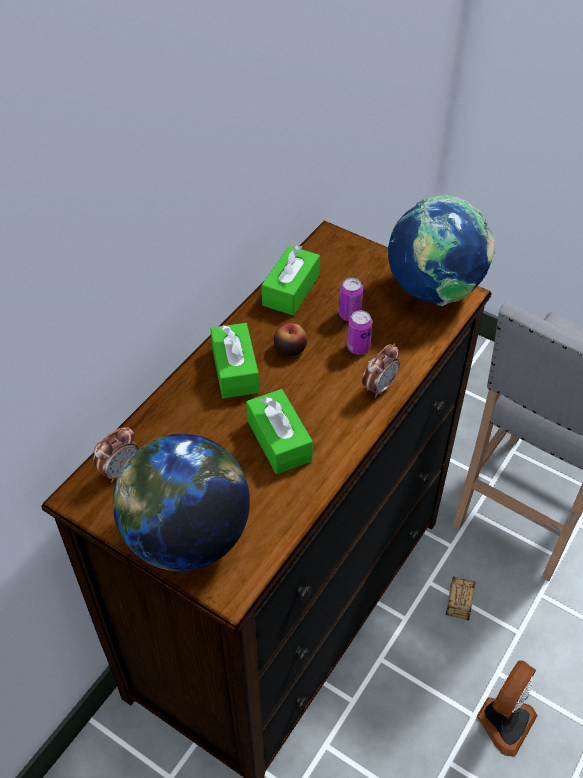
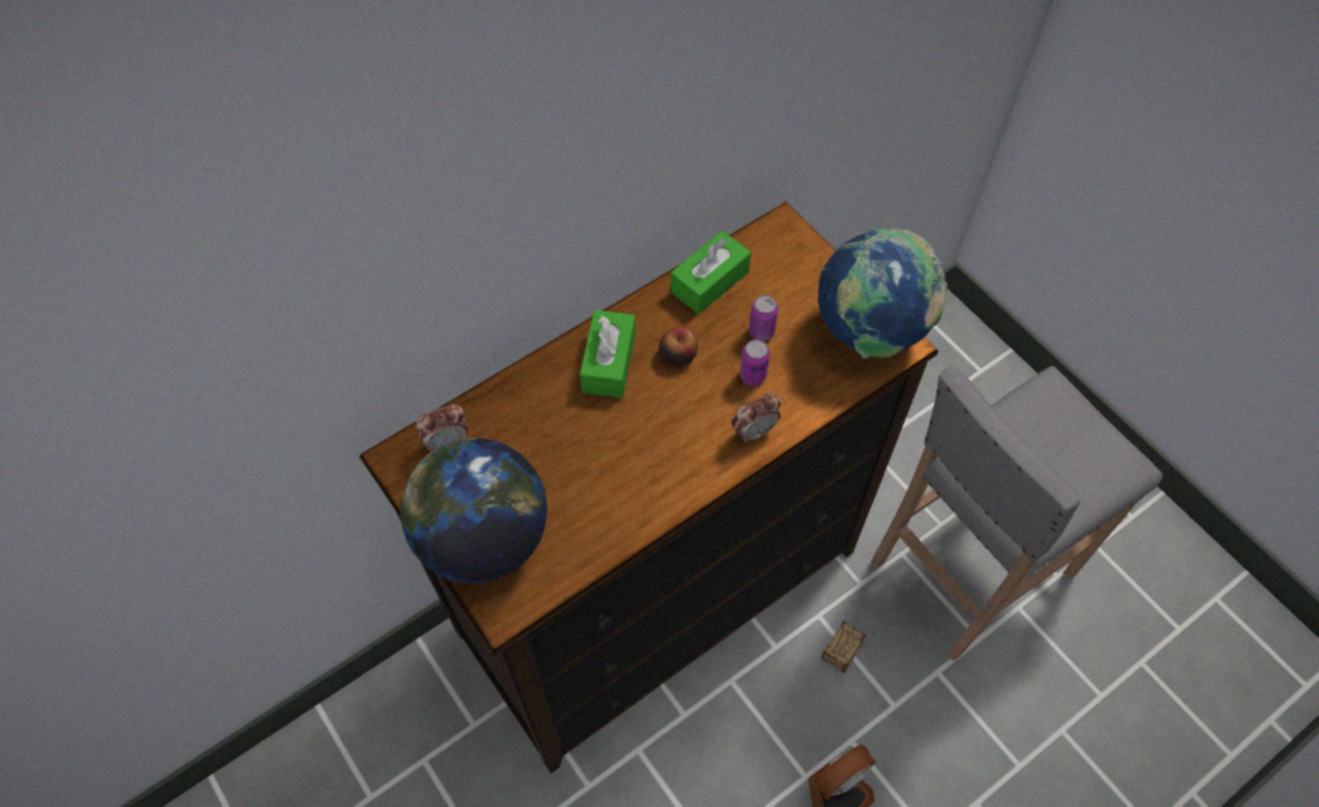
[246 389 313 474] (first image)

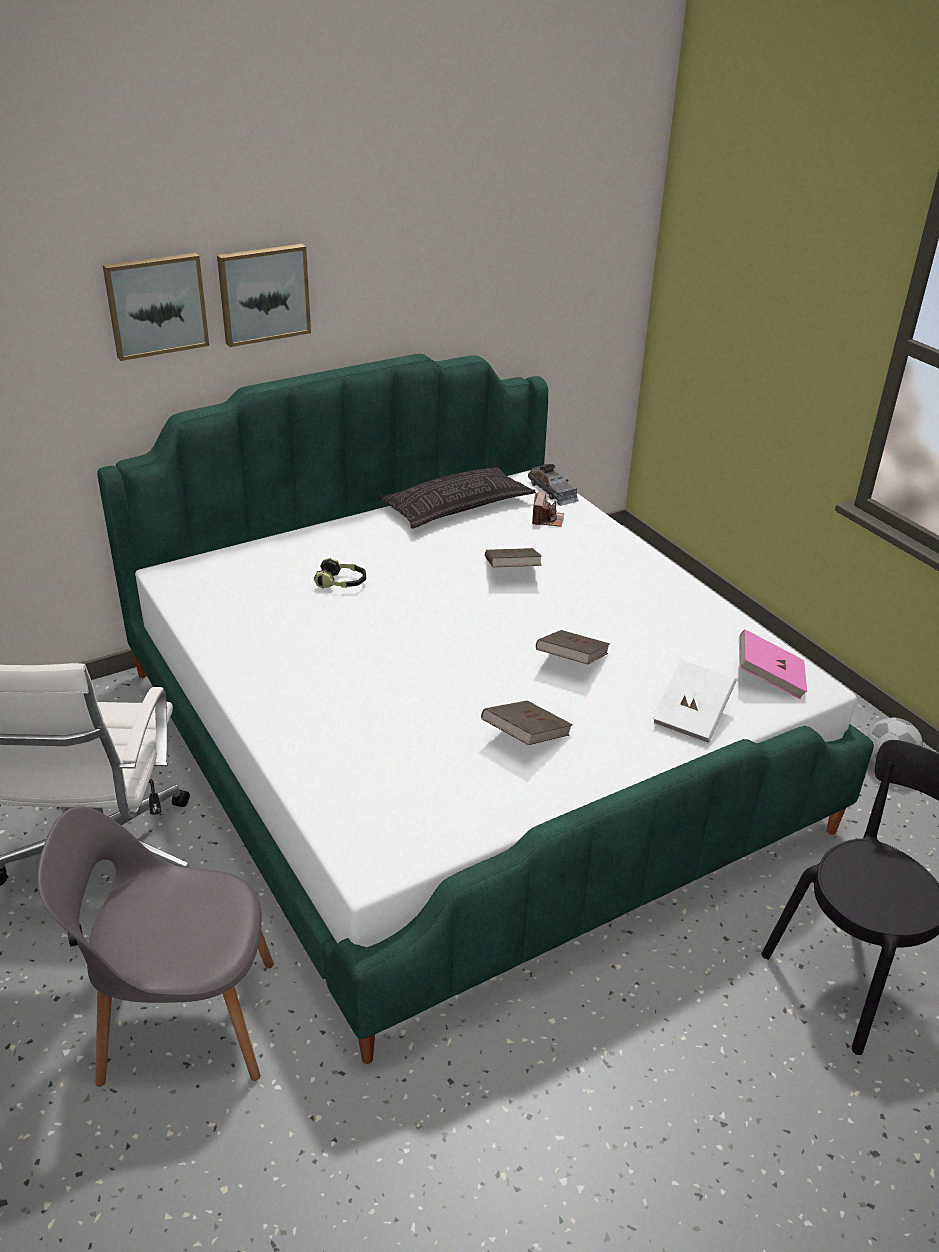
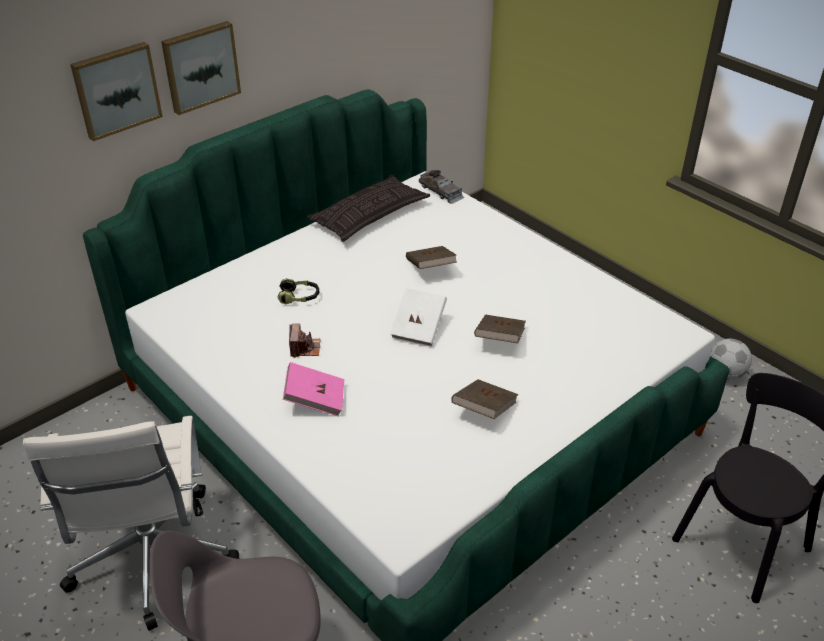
[283 362 344 417]
[289 323 320 358]
[391 288 447 346]

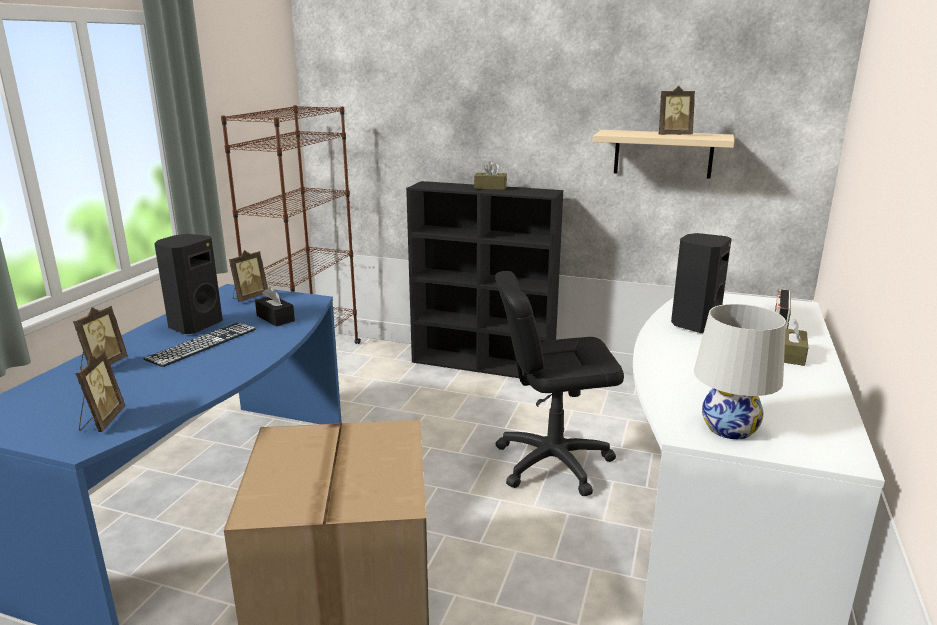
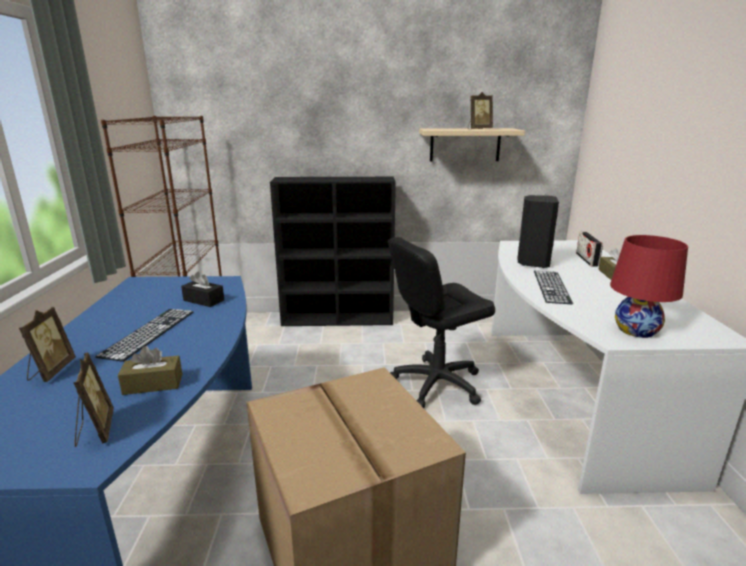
[118 346 182 395]
[534 271 573 304]
[610 235 688 338]
[154 234 223 334] (first image)
[229 250 268 302] (first image)

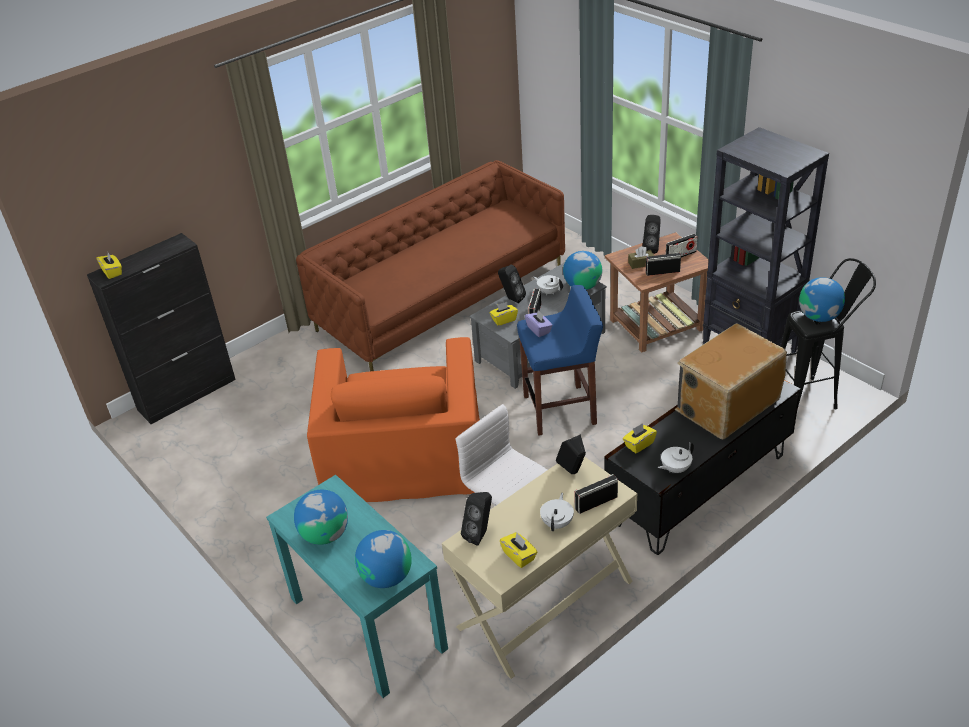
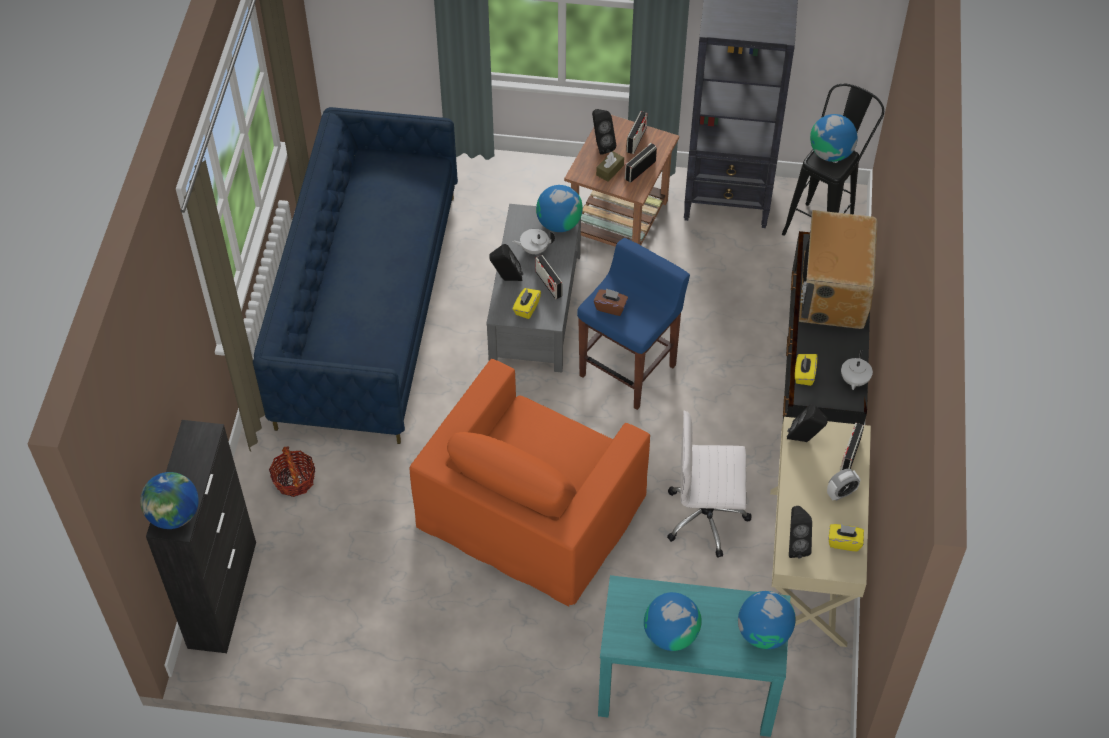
[140 472 199 529]
[253 107 458 444]
[269 446 315 497]
[410 359 650 607]
[594 288 628 316]
[827 469 860 501]

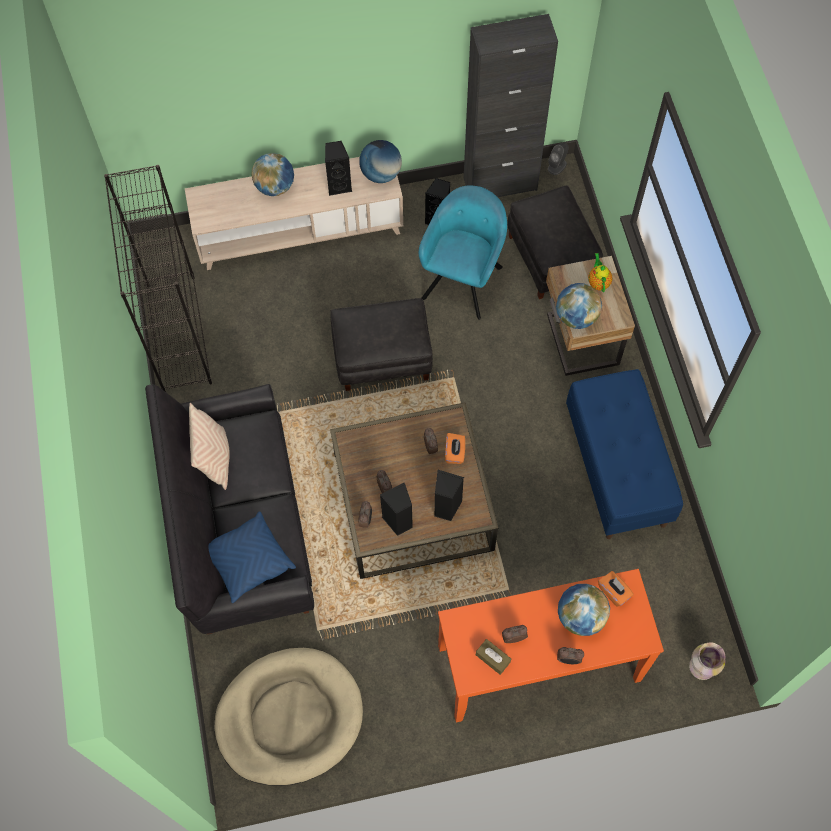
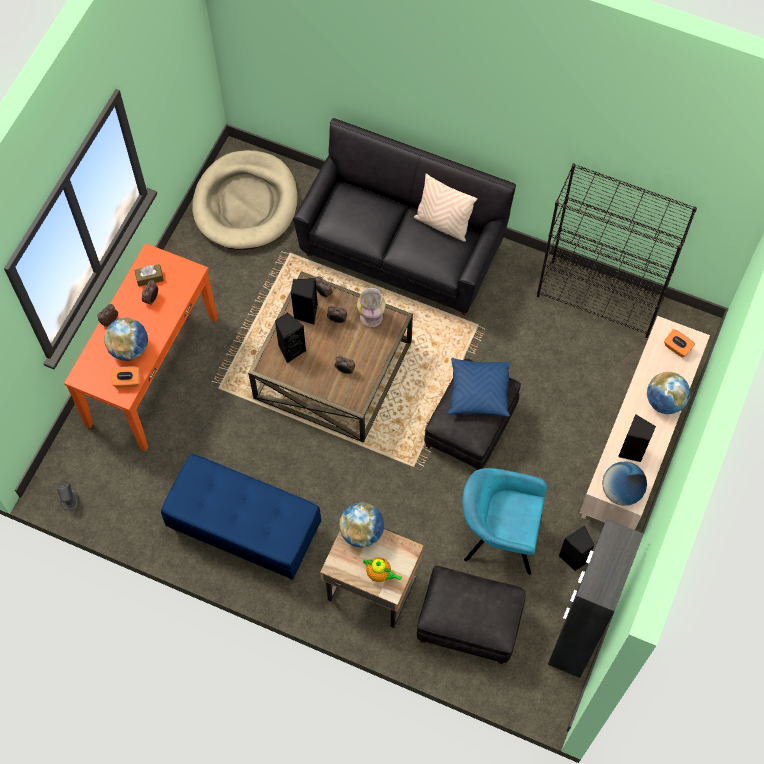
[56 483 78 511]
[357 288 386 327]
[447 358 511 417]
[463 468 547 575]
[664 329 695 358]

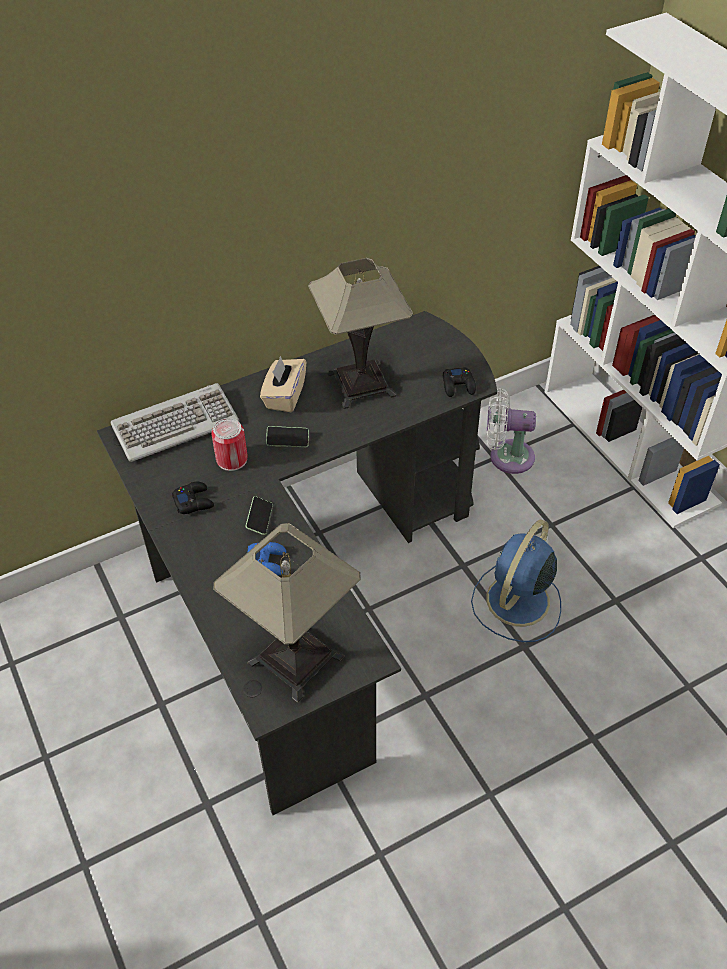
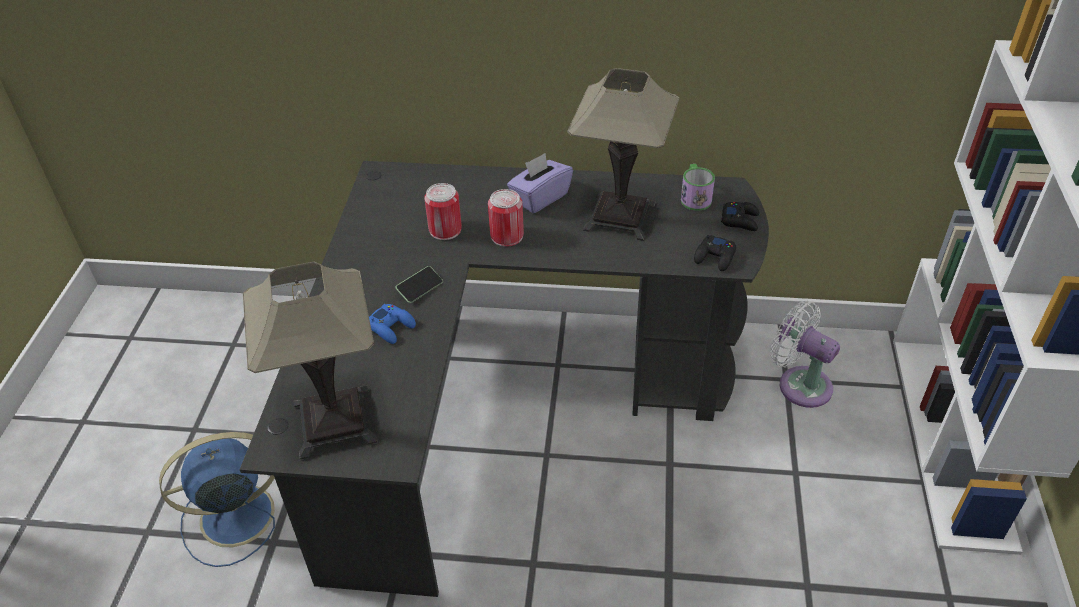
[159 432 275 567]
[488 189 524 246]
[507 153 573 213]
[681 164 715 211]
[721 202 759 231]
[111 383 239 462] (first image)

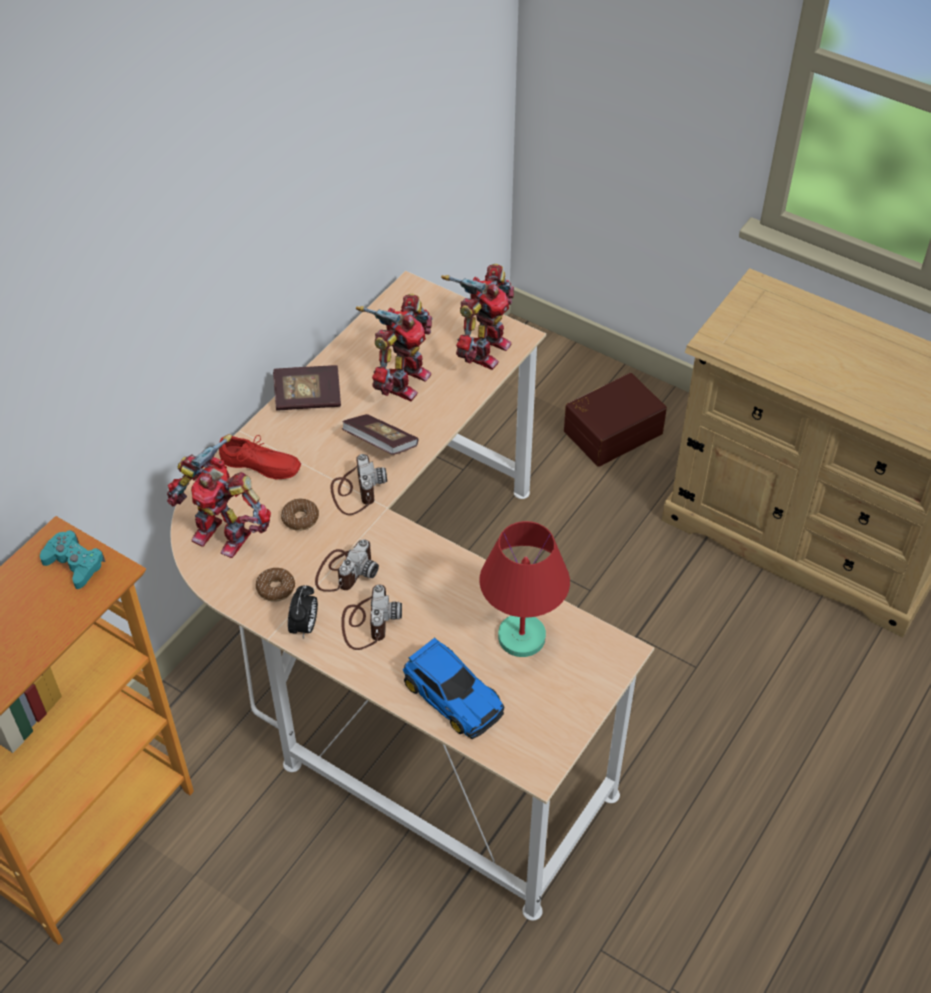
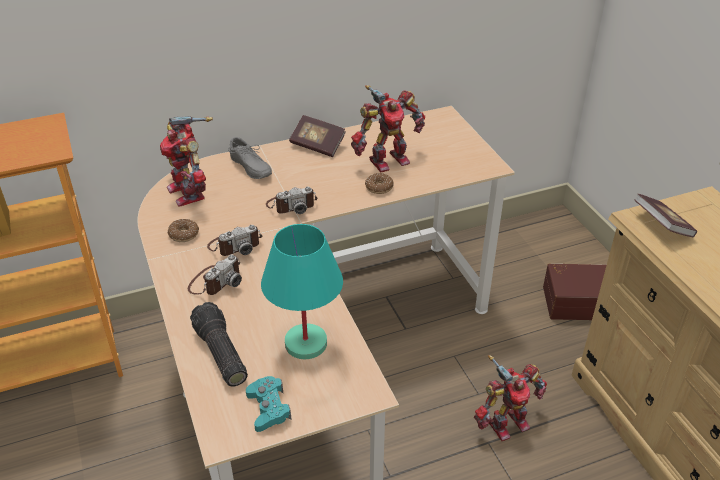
[190 302 248 387]
[228 137 272 179]
[246 376 291 432]
[261 224 343 359]
[266 187 318 214]
[365 173 394 194]
[474 355 547 441]
[634 194 697 237]
[288 585 318 639] (first image)

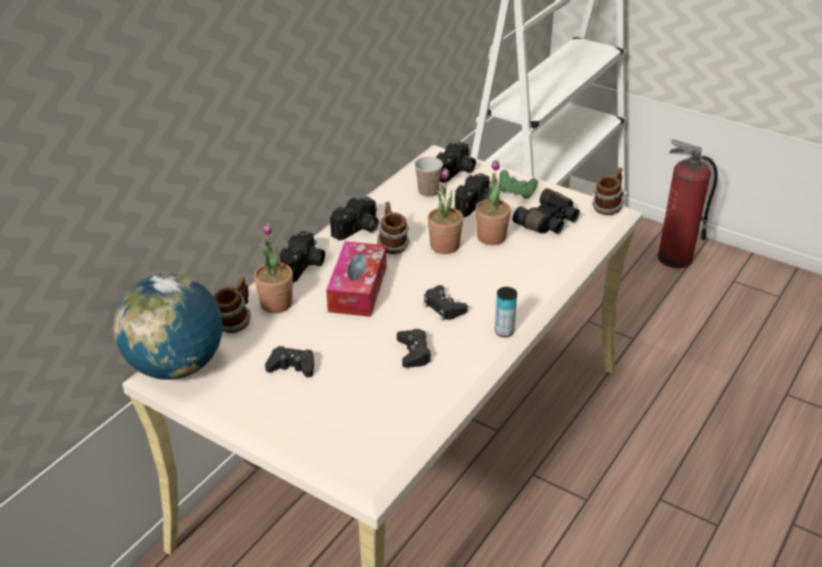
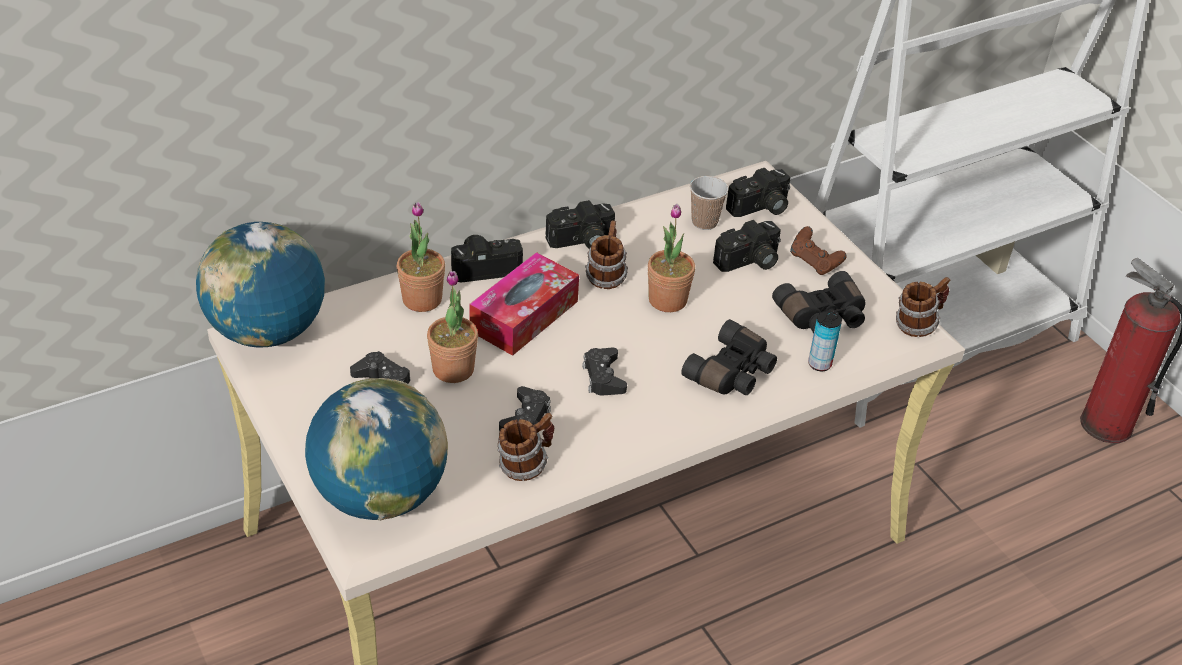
[305 378 448 520]
[427 271 478 383]
[451 235 523 283]
[498 413 554 481]
[681 319 777 395]
[790 226 847 275]
[808 311 842 372]

